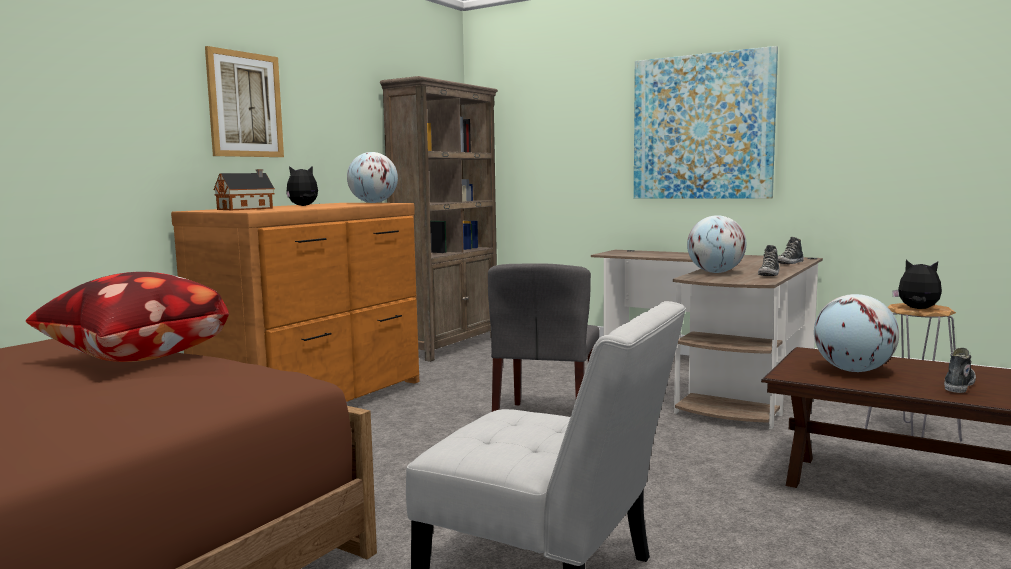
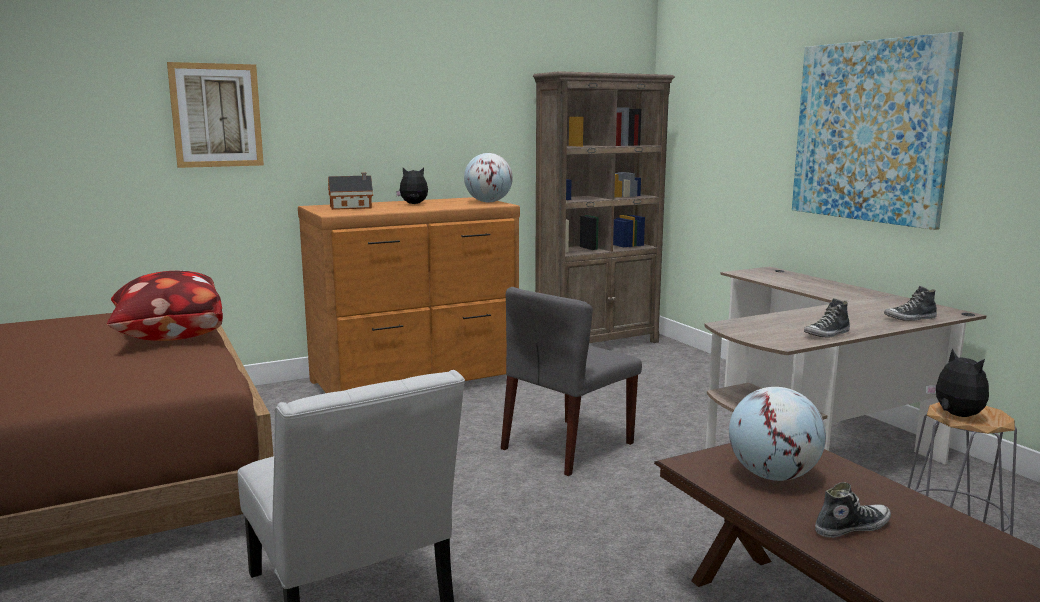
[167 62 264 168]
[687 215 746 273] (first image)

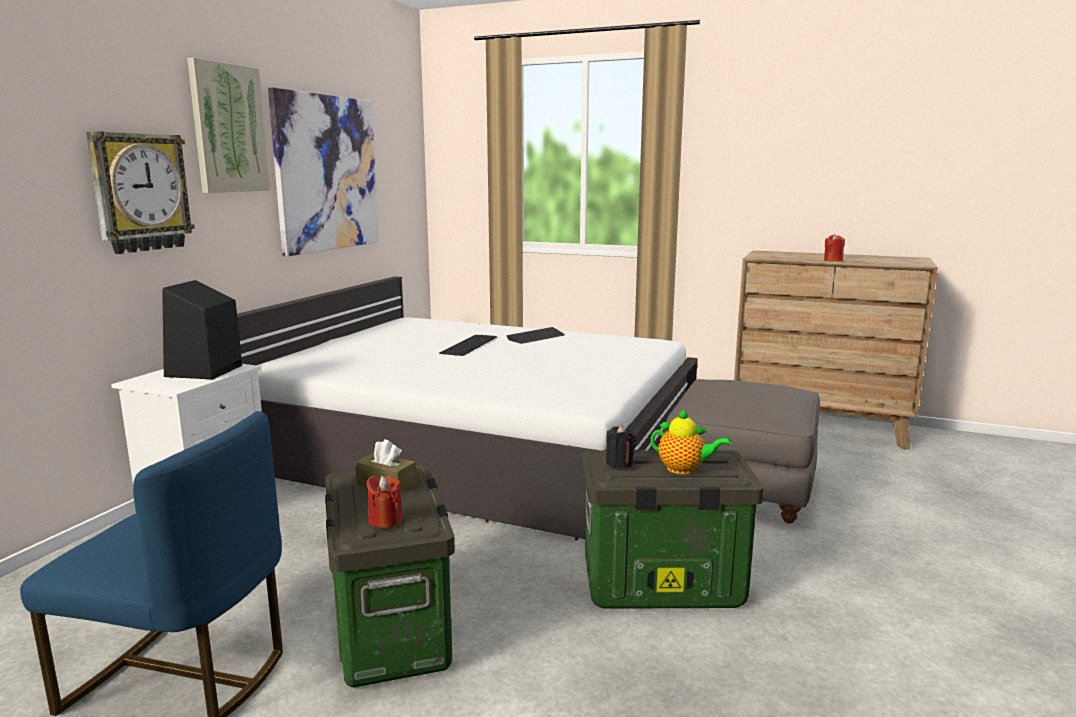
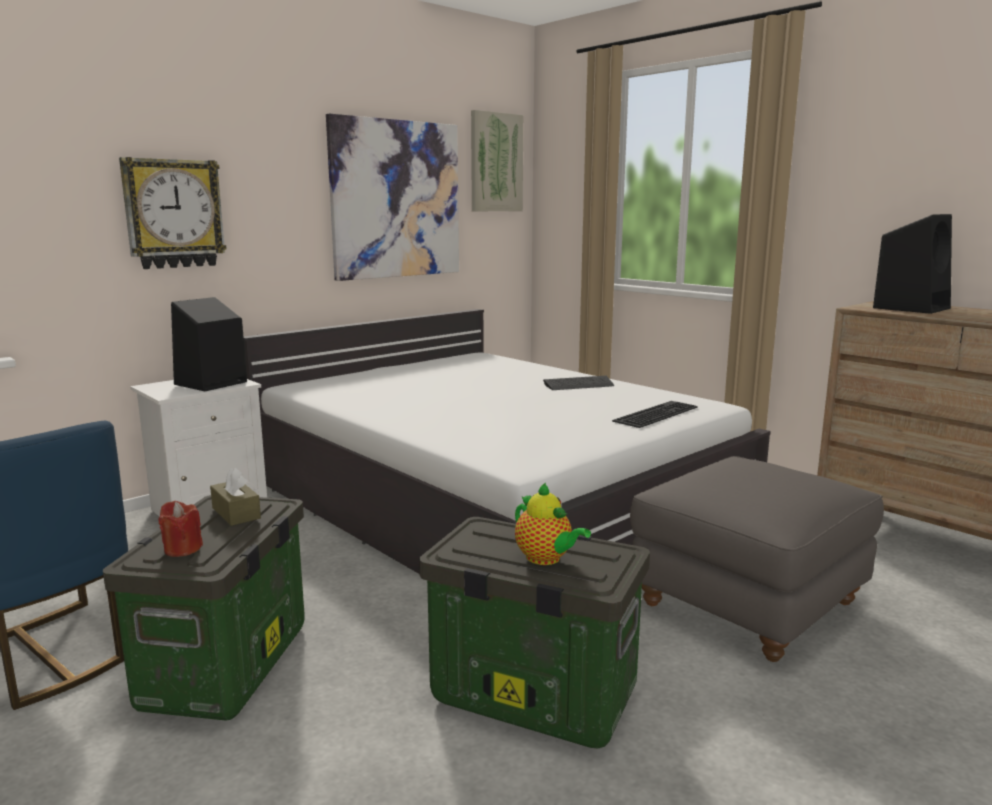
[471 110 523 211]
[612 401 698 428]
[873 214 952 314]
[606 425 636 469] (first image)
[824 234 845 262] (first image)

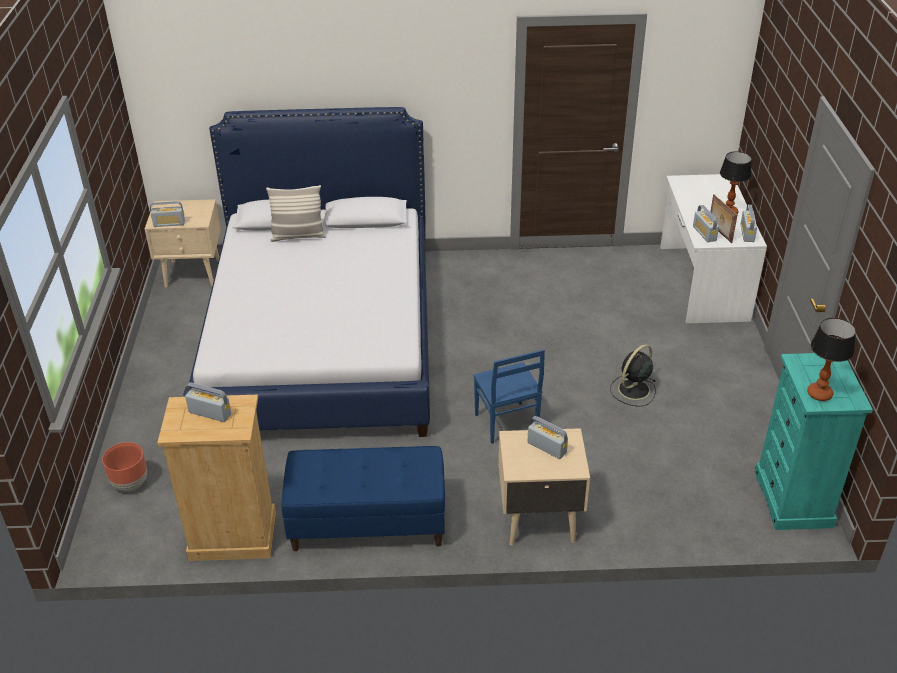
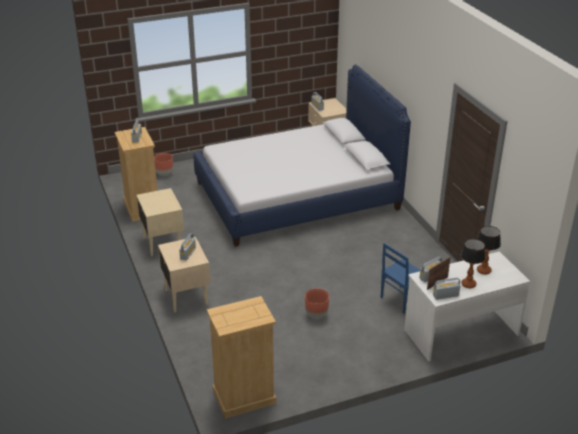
[136 188 184 256]
[207 296 276 419]
[305 288 329 319]
[381 243 420 314]
[477 226 501 275]
[266 185 326 242] (first image)

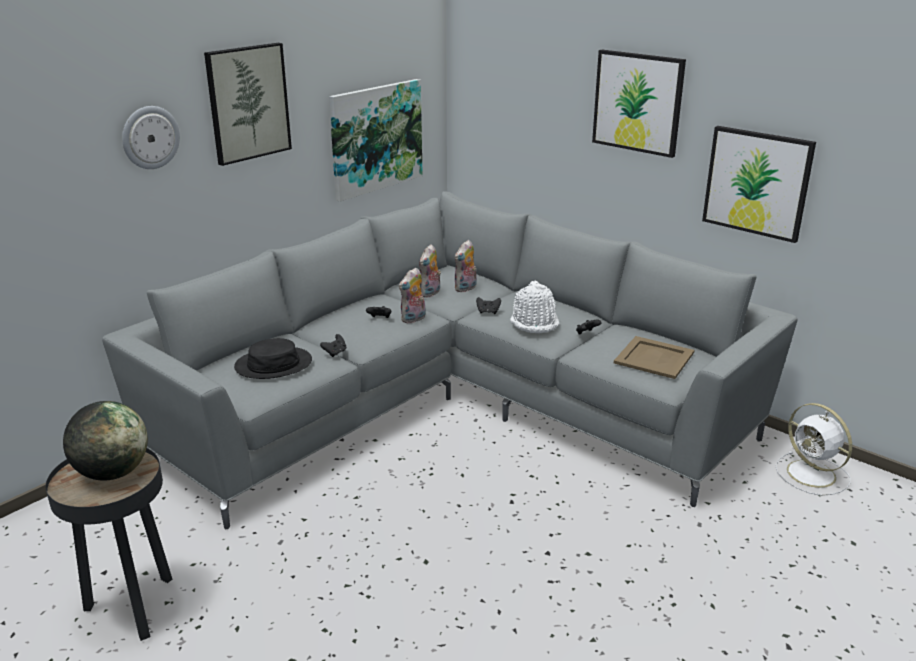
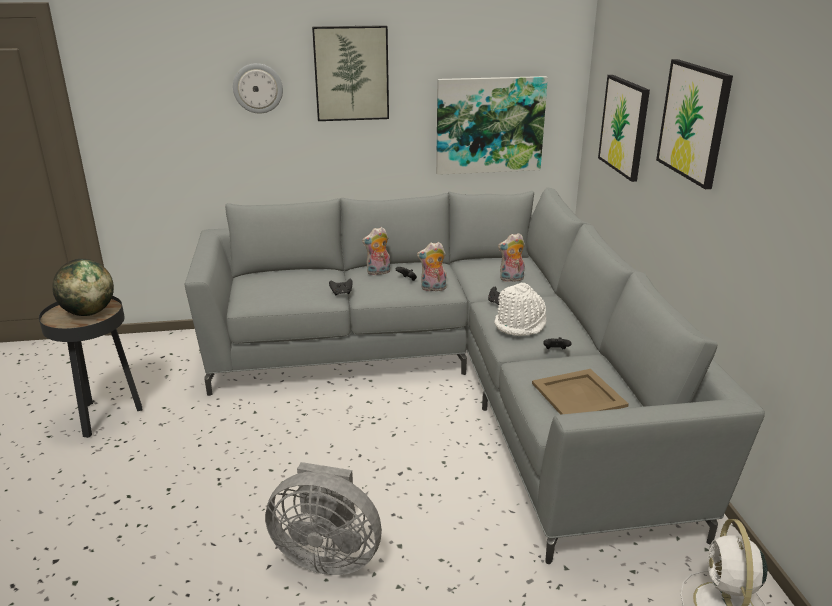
[265 462 382 575]
[362 227 390 275]
[598 75 650 182]
[234 338 312 379] (first image)

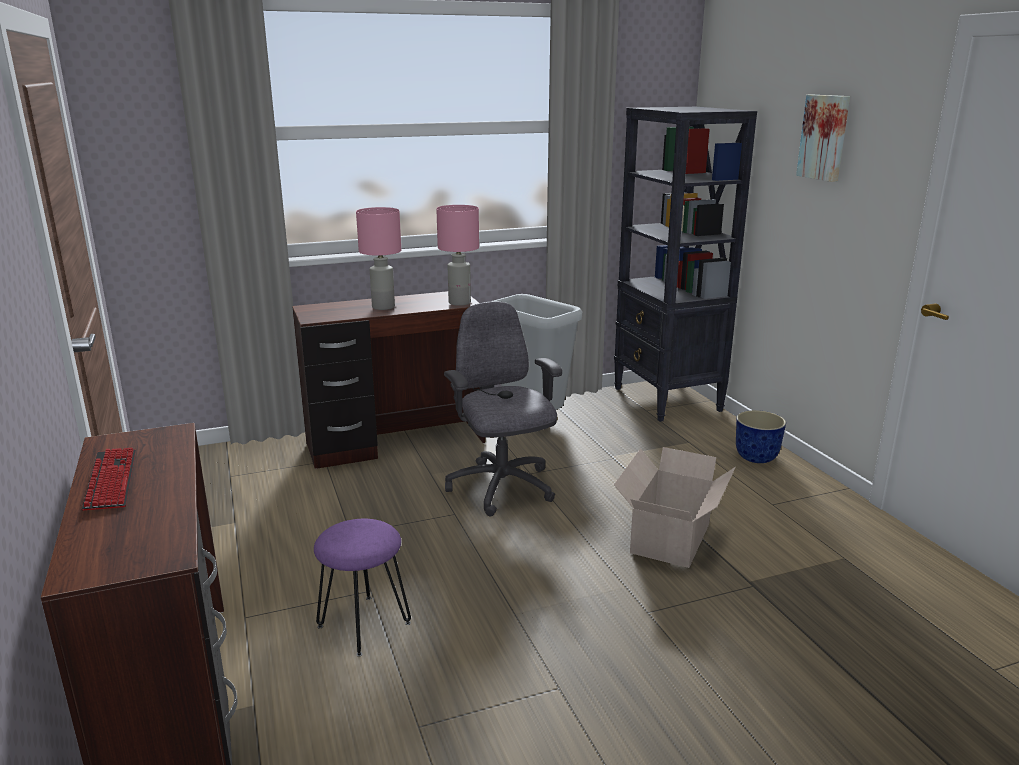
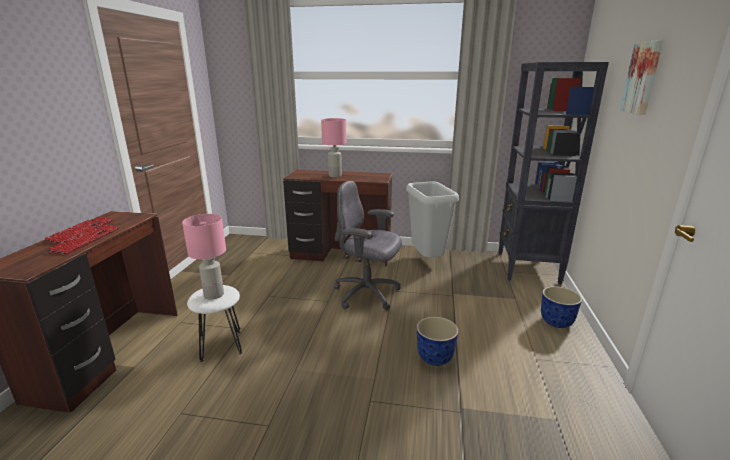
[48 224 119 255]
[182 214 226 300]
[187 285 242 362]
[334 181 402 310]
[417 317 459 366]

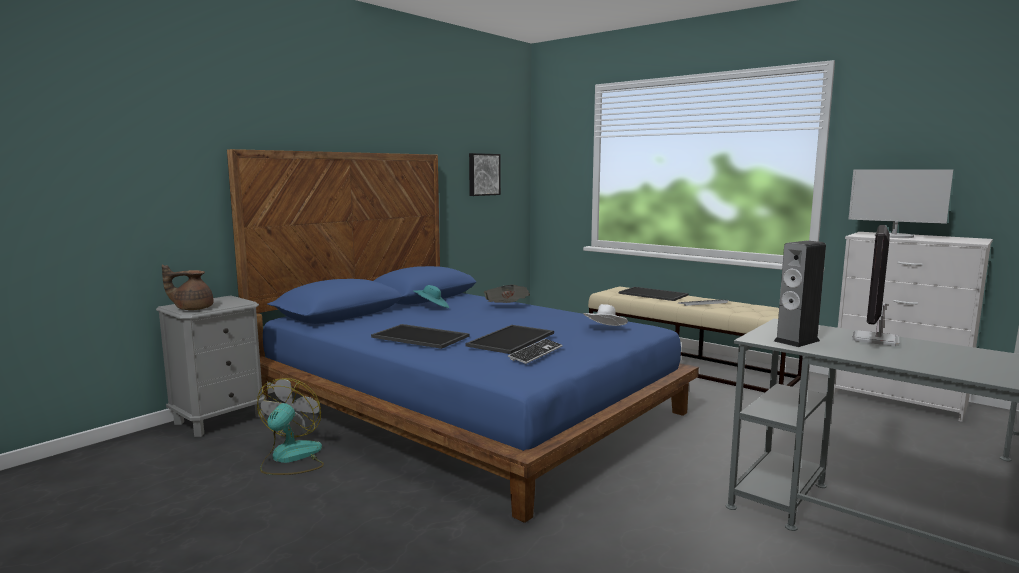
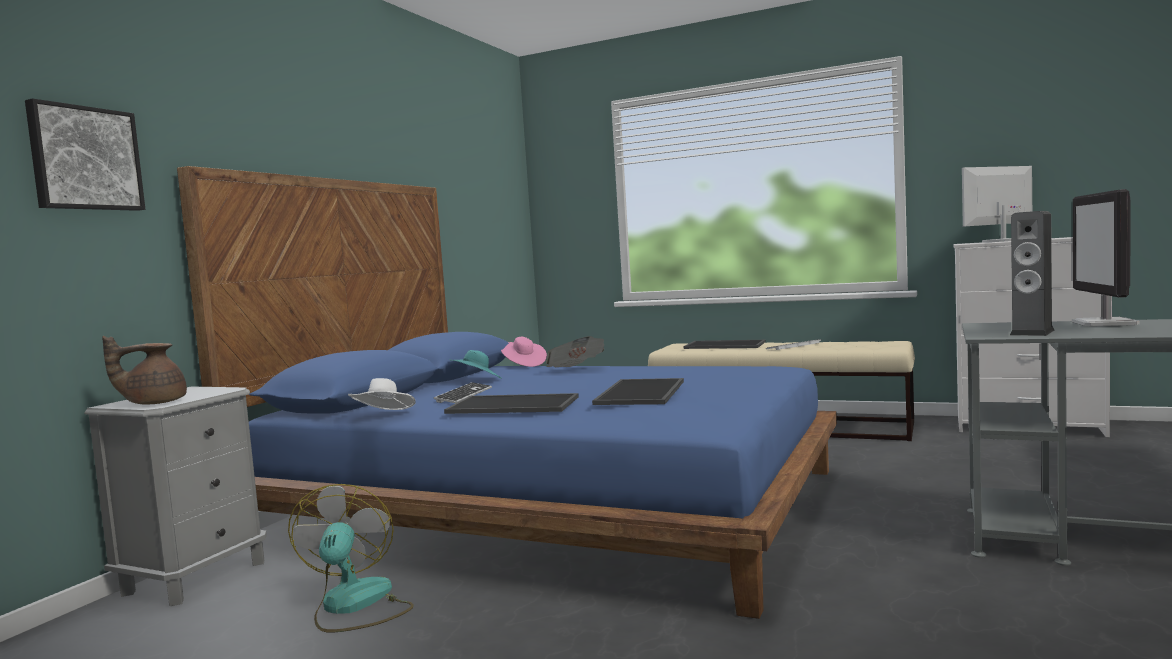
[25 98 145 211]
[348 378 416 410]
[434 382 492 403]
[501 337 547 367]
[962 166 1032 243]

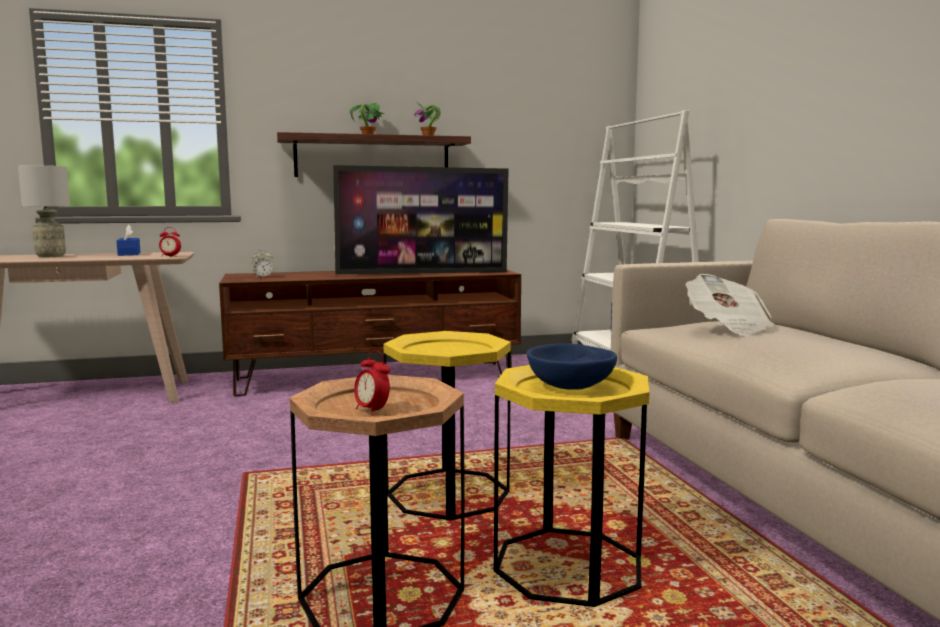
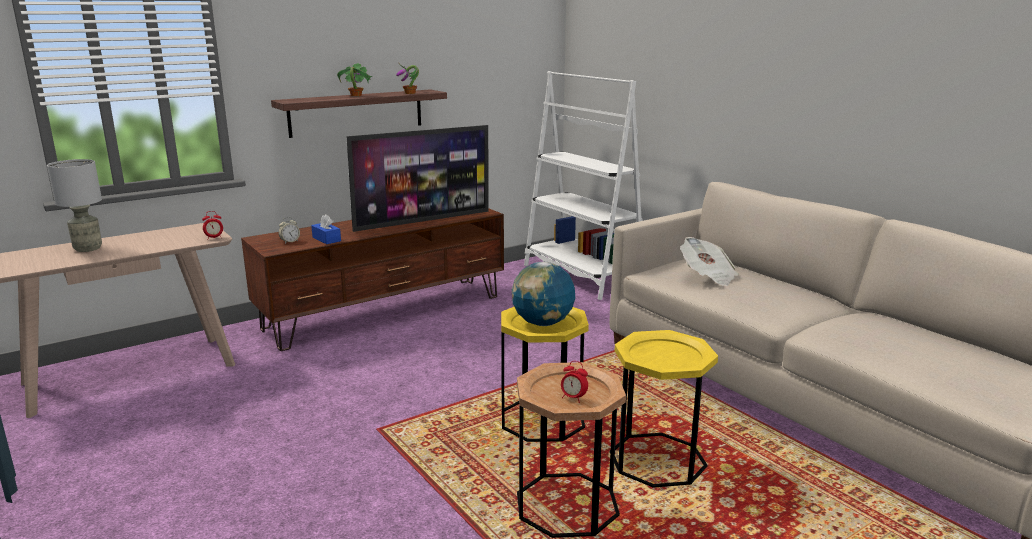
[311 214 341 244]
[512 262 575 326]
[527 344 617 390] (first image)

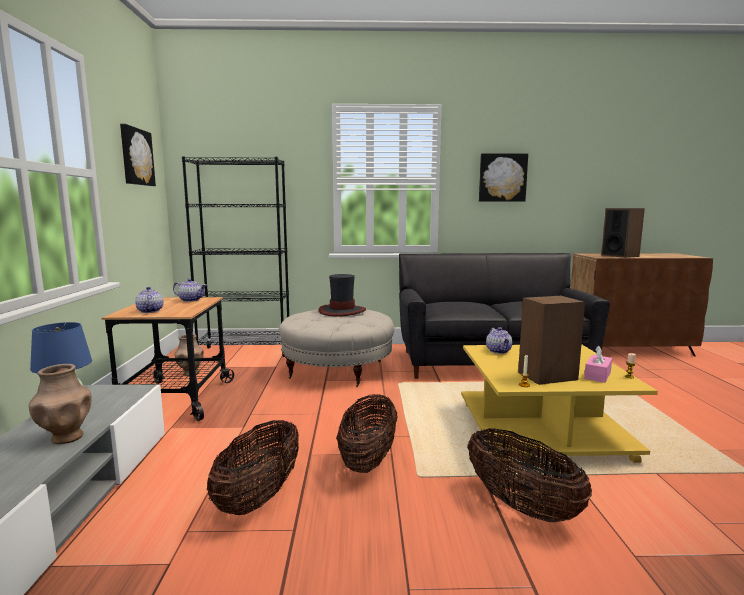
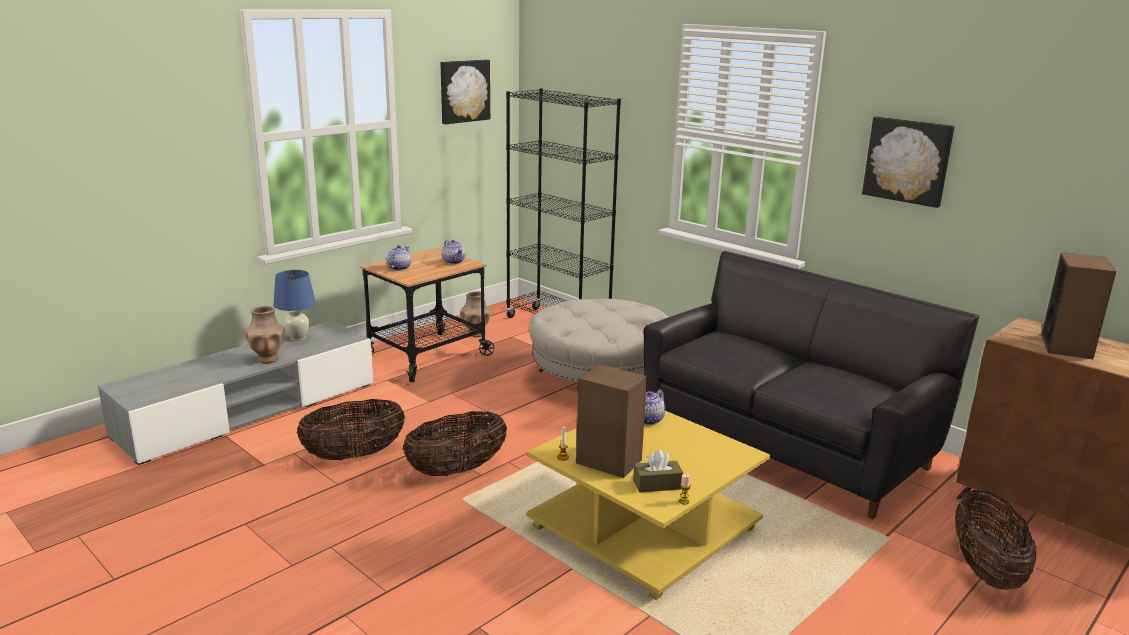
[633 450 683 493]
[955 489 1037 590]
[319 274 366 317] (first image)

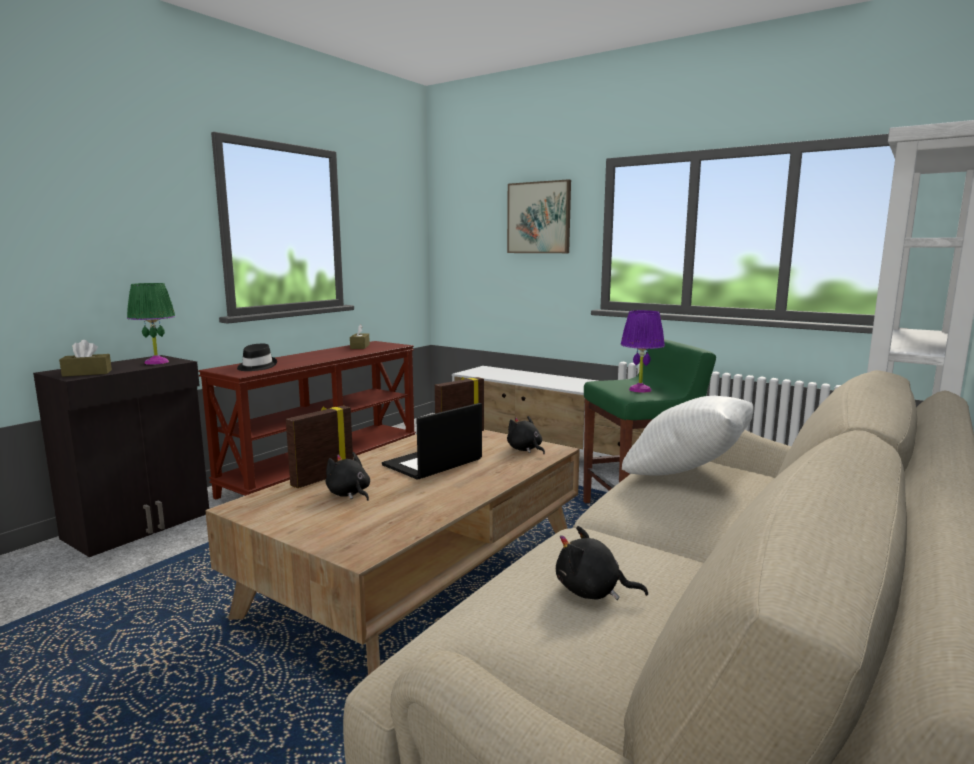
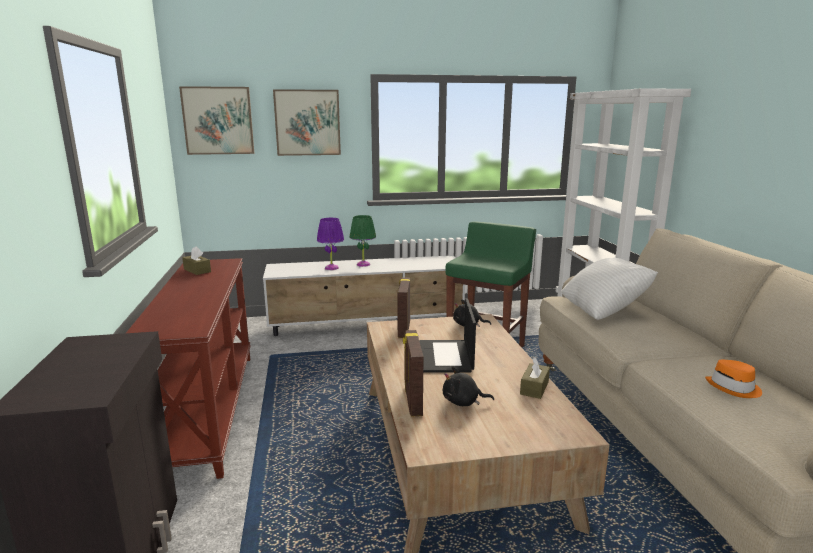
[179 86 254 155]
[317 218 344 270]
[349 215 376 267]
[520 357 550 399]
[705 360 762 398]
[237 344 277 371] (first image)

